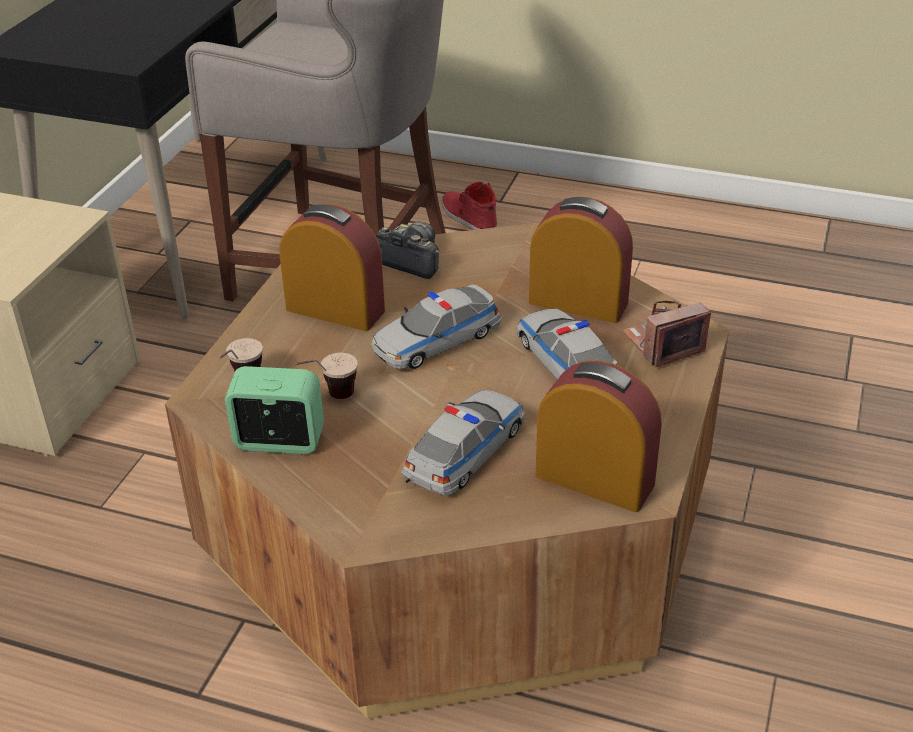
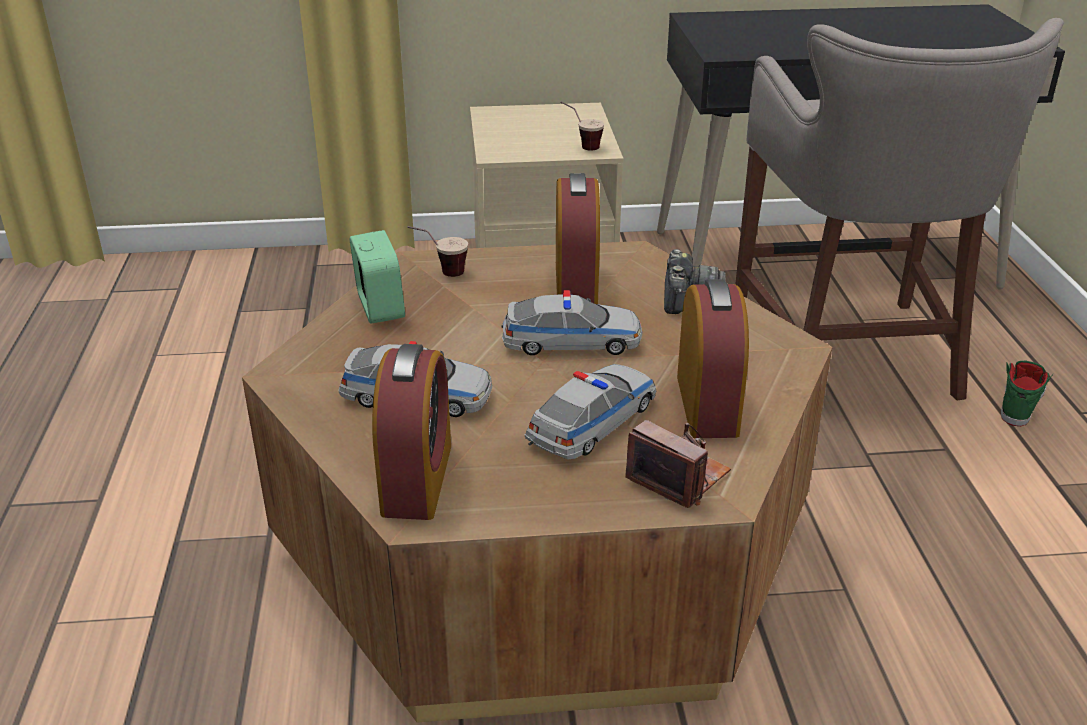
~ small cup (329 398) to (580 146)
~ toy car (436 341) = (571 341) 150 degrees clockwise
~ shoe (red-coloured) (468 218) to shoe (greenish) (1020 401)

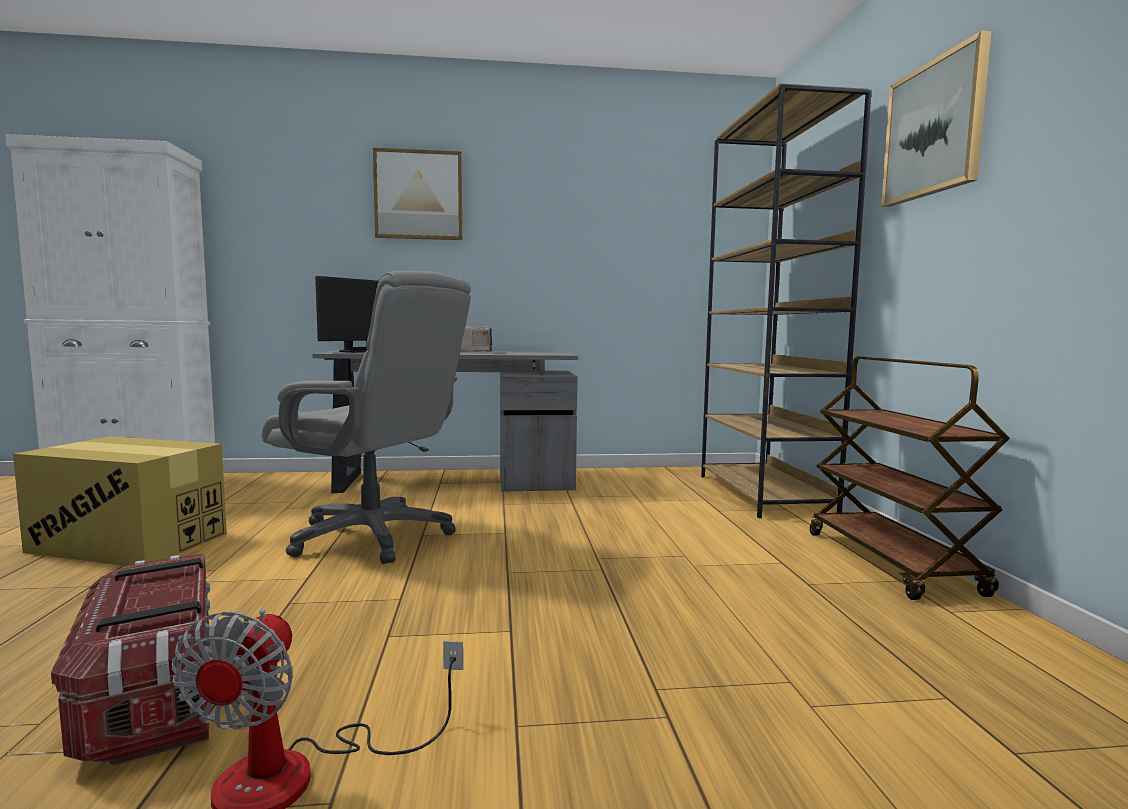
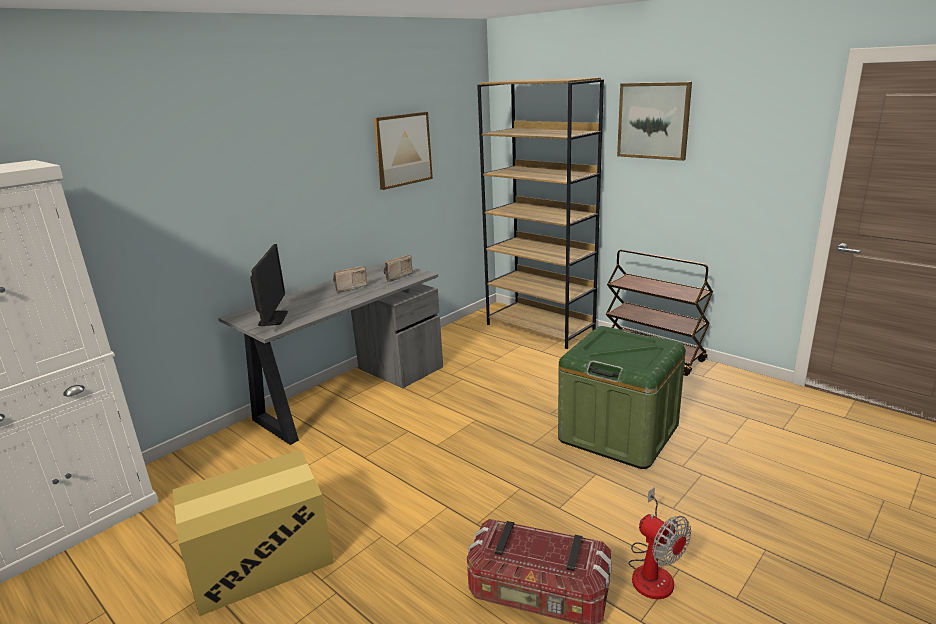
- computer chair (grey) (373 537)
~ wall picture (418 195) to (402 150)
+ radio receiver (396 277)
+ storage bin (greenish) (618 433)

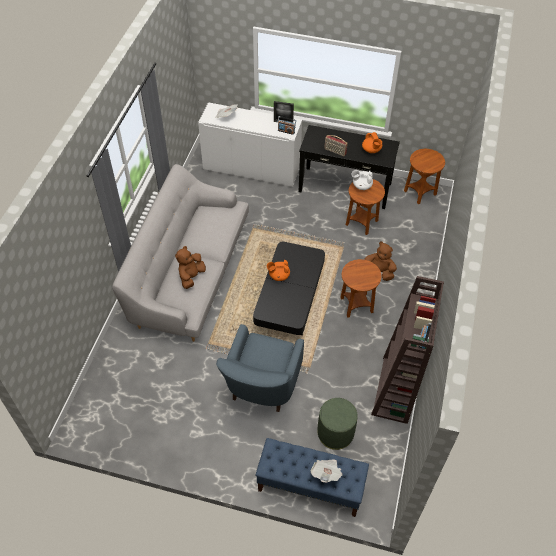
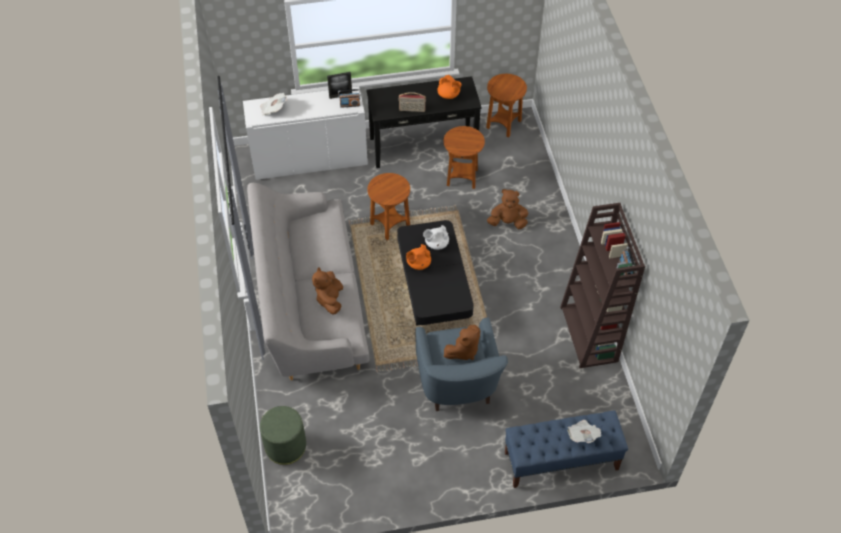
~ footrest (greenish) (335 433) to (285 446)
~ side table (brown-coloured) (356 305) to (390 225)
~ pot for tea (whitish) (361 186) to (436 244)
+ cuddly toy (brown-coloured) (463 351)

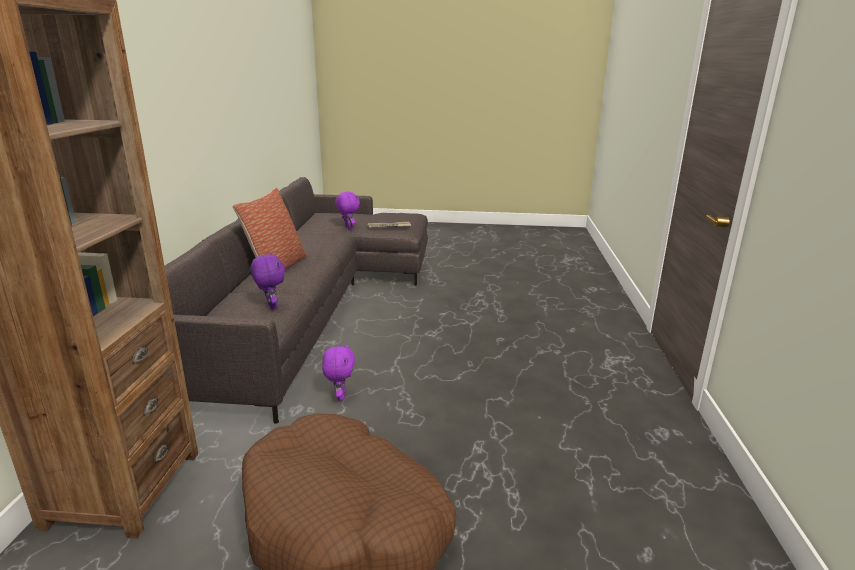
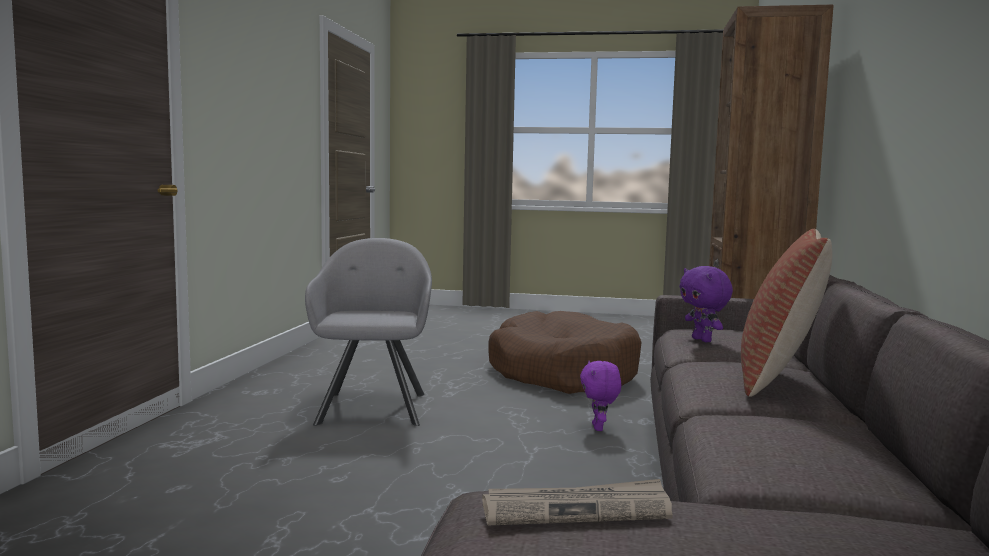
- cuddly toy (purple) (348 228)
+ easy chair (grey) (373 406)

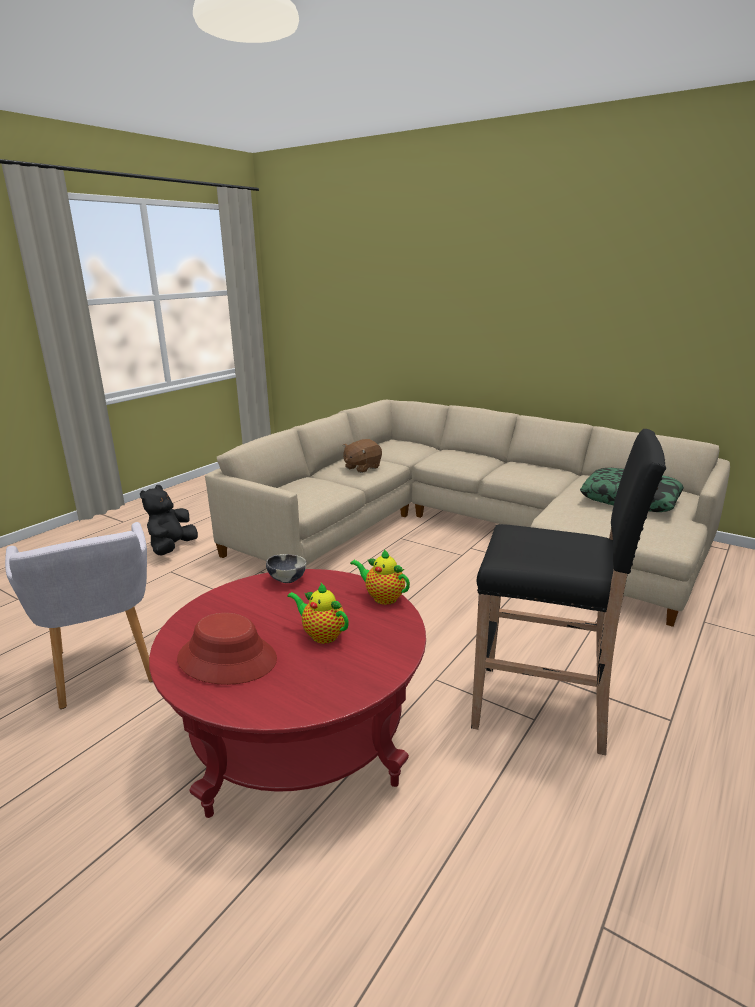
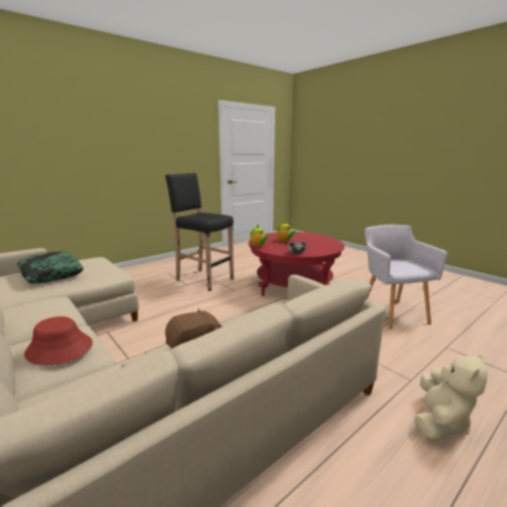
~ cuddly toy (black) (172 548) to cuddly toy (sand-coloured) (440 421)
~ hat (red-coloured) (227 659) to (59 349)

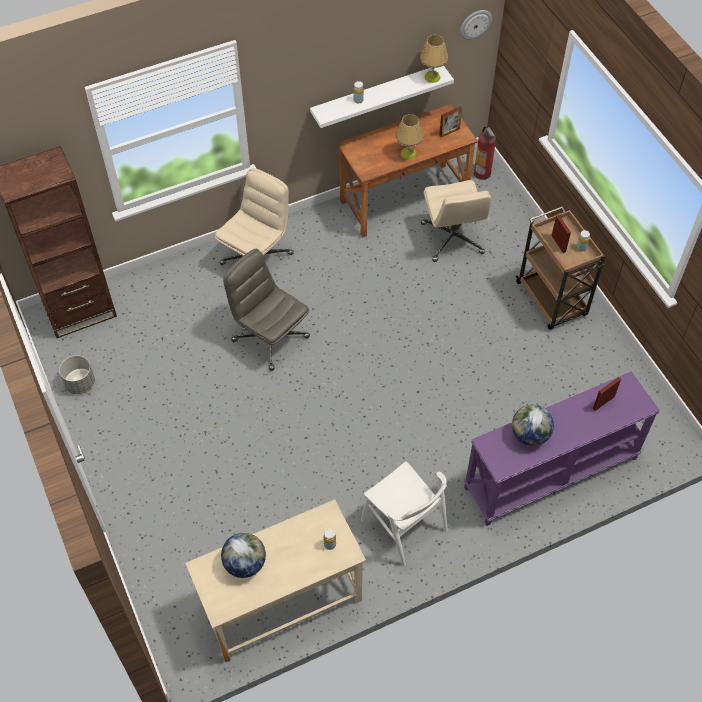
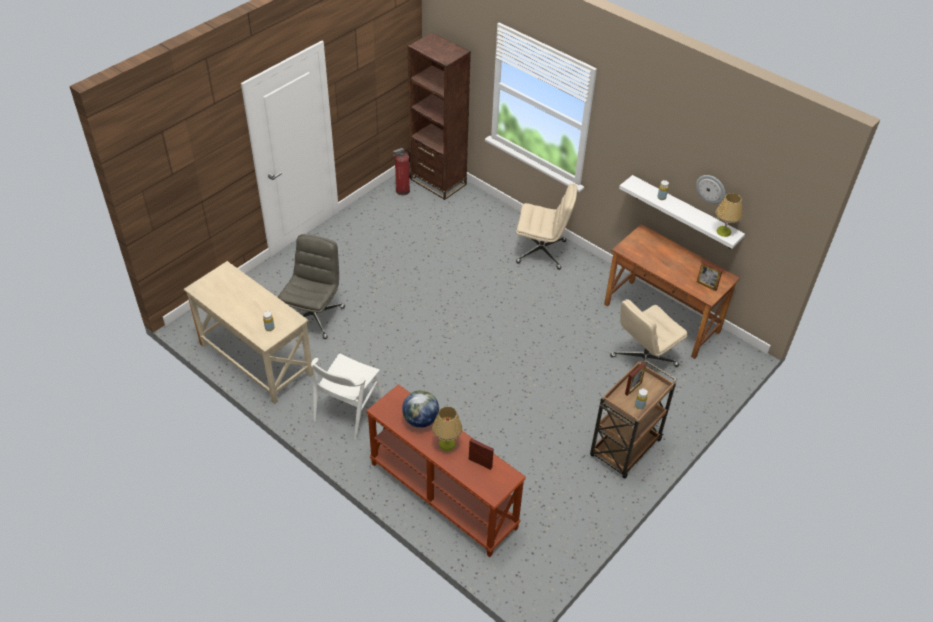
- plant pot (grey) (80 383)
- desk globe (245 563)
~ computer chair (grey) (269 338) to (314 317)
~ table lamp (408 153) to (447 444)
~ clock on the wall (475 24) to (711 189)
~ narrow table (purple) (551 474) to narrow table (brown-coloured) (442 496)
~ extinguisher (482 173) to (402 190)

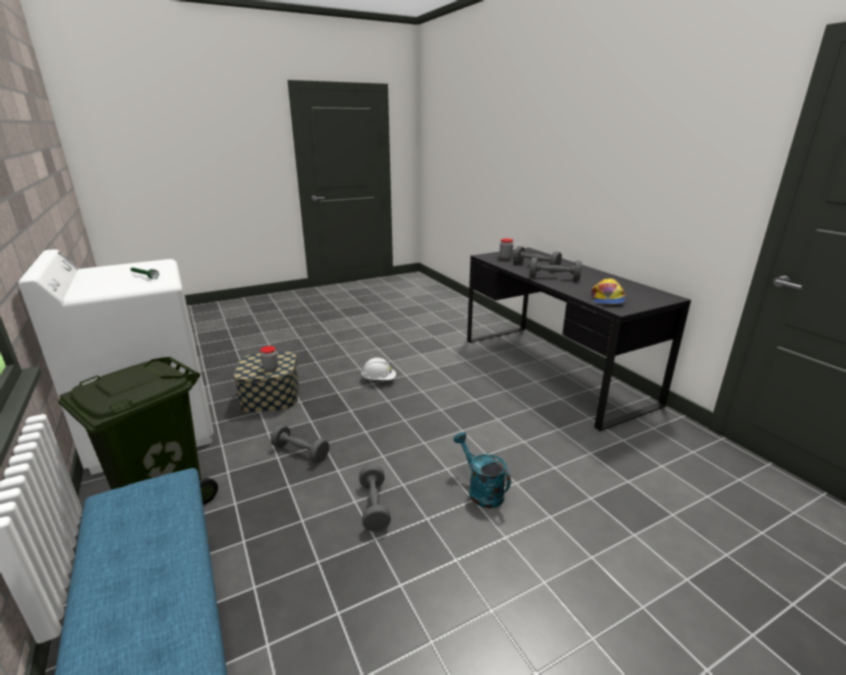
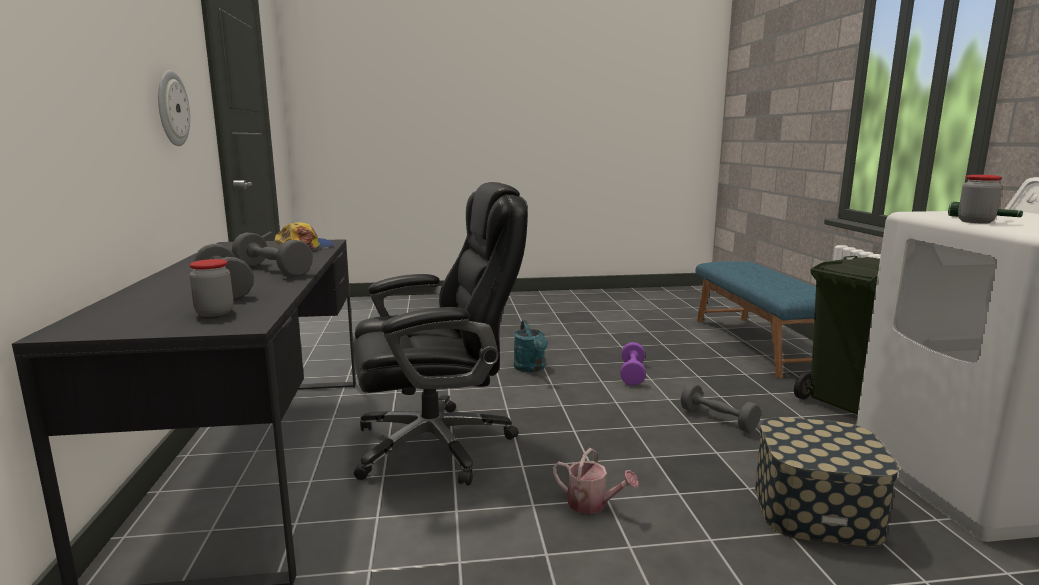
~ preserve jar (270 369) to (975 221)
~ free weight (grey) (374 506) to free weight (purple) (632 374)
~ safety helmet (whitish) (379 380) to watering pot (592 504)
+ clock on the wall (171 108)
+ computer chair (black) (437 444)

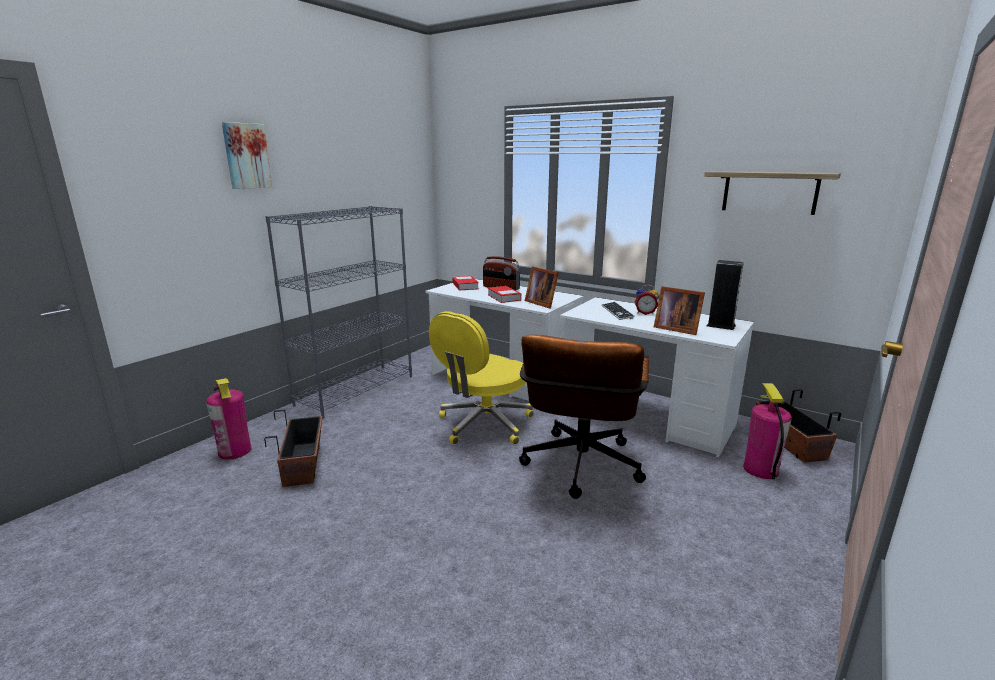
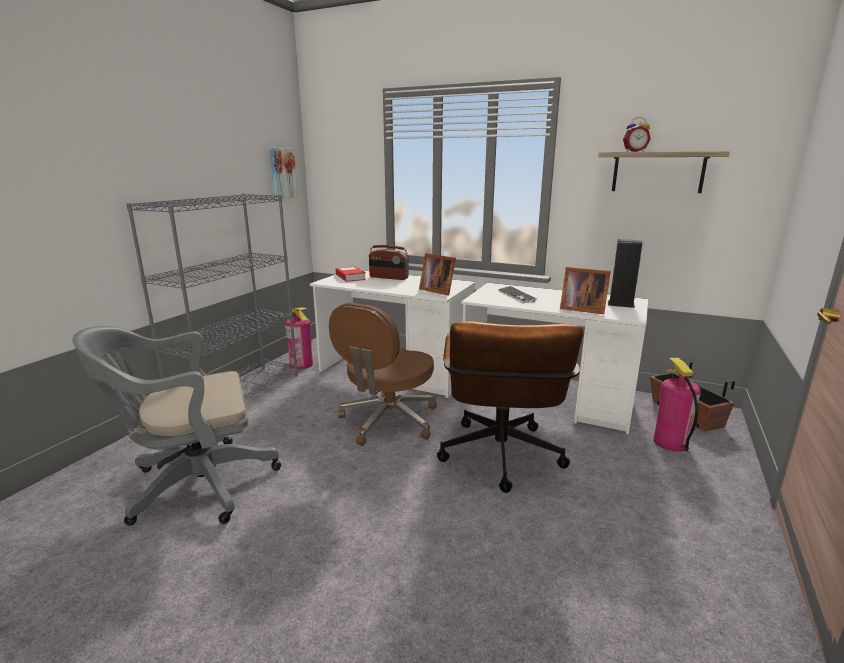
~ extinguisher (235 451) to (301 364)
~ wall picture (246 156) to (282 173)
~ plant pot (303 464) to computer chair (grey) (194 485)
~ computer chair (yellow-coloured) (484 424) to computer chair (brown-coloured) (388 421)
- volume (504 297)
~ table clock (645 313) to (634 151)

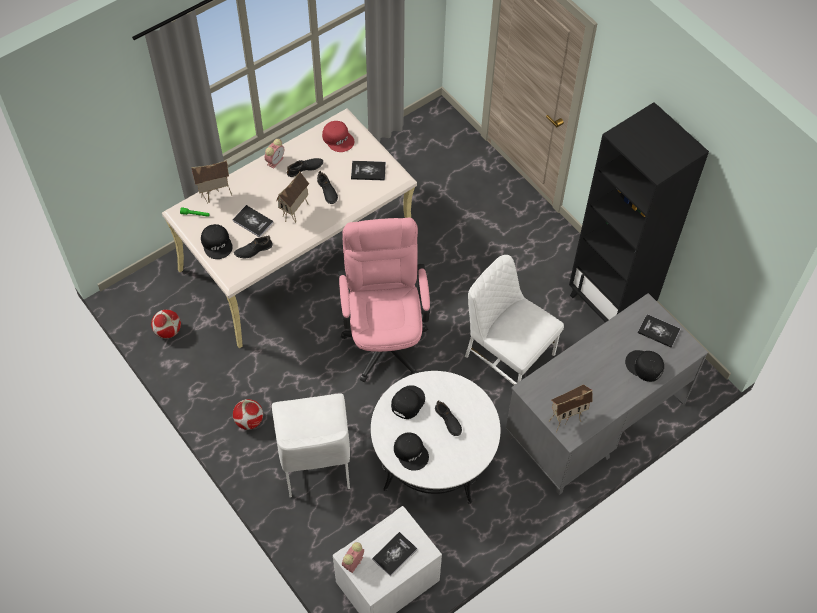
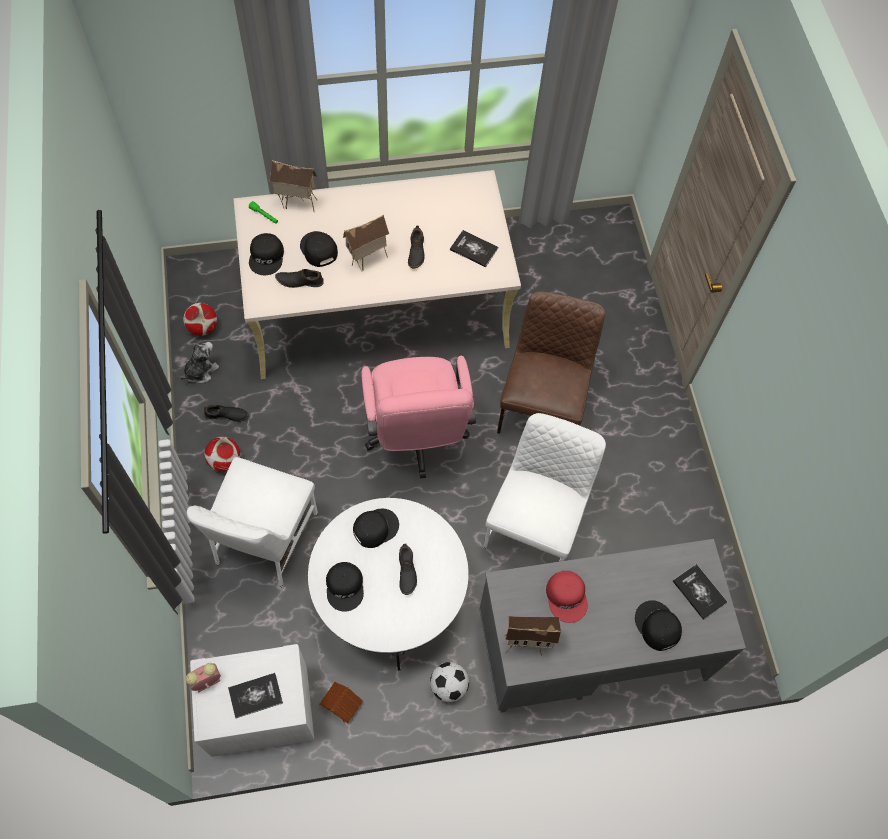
~ volume (253 221) to peaked cap (black) (318 250)
- table clock (275 160)
~ shoe (black) (305 169) to (227 415)
~ peaked cap (red-coloured) (338 138) to (567 597)
~ computer chair (pinkish) (385 336) = (416 438) 150 degrees clockwise
~ upright chair (whitish) (507 355) = (535 524) 45 degrees clockwise
- bookcase (black) (610 303)
+ cuddly toy (200 371)
+ toy house (341 704)
+ football ball (448 686)
+ upright chair (brown-coloured) (542 406)

